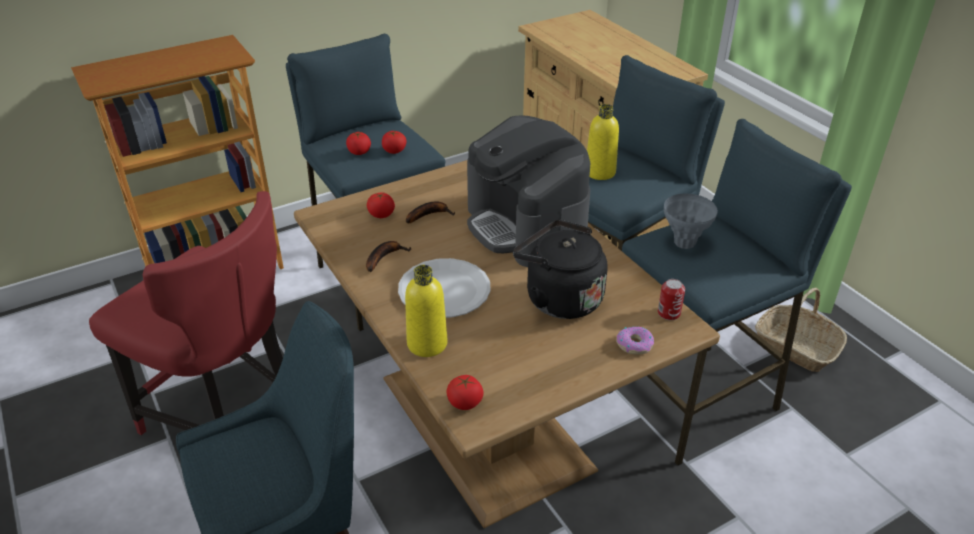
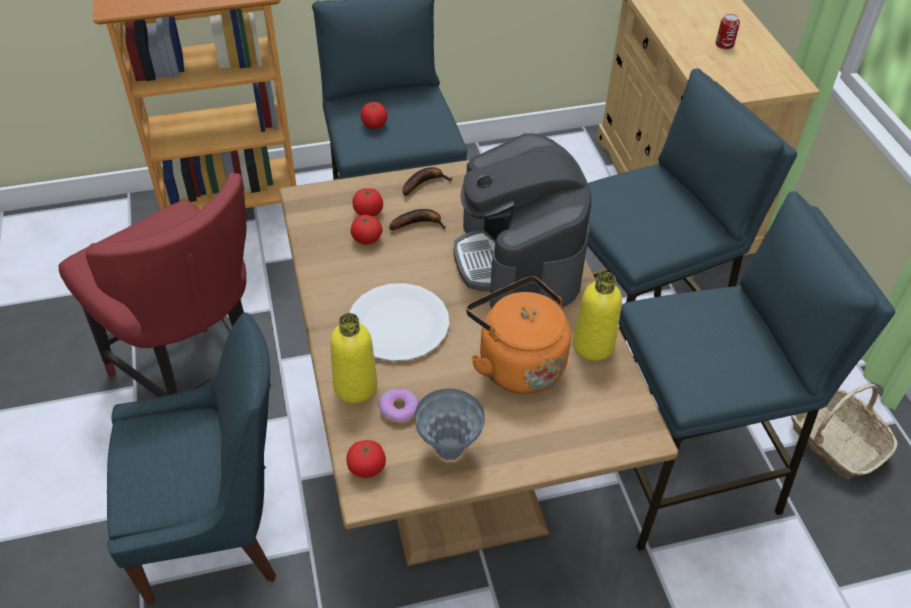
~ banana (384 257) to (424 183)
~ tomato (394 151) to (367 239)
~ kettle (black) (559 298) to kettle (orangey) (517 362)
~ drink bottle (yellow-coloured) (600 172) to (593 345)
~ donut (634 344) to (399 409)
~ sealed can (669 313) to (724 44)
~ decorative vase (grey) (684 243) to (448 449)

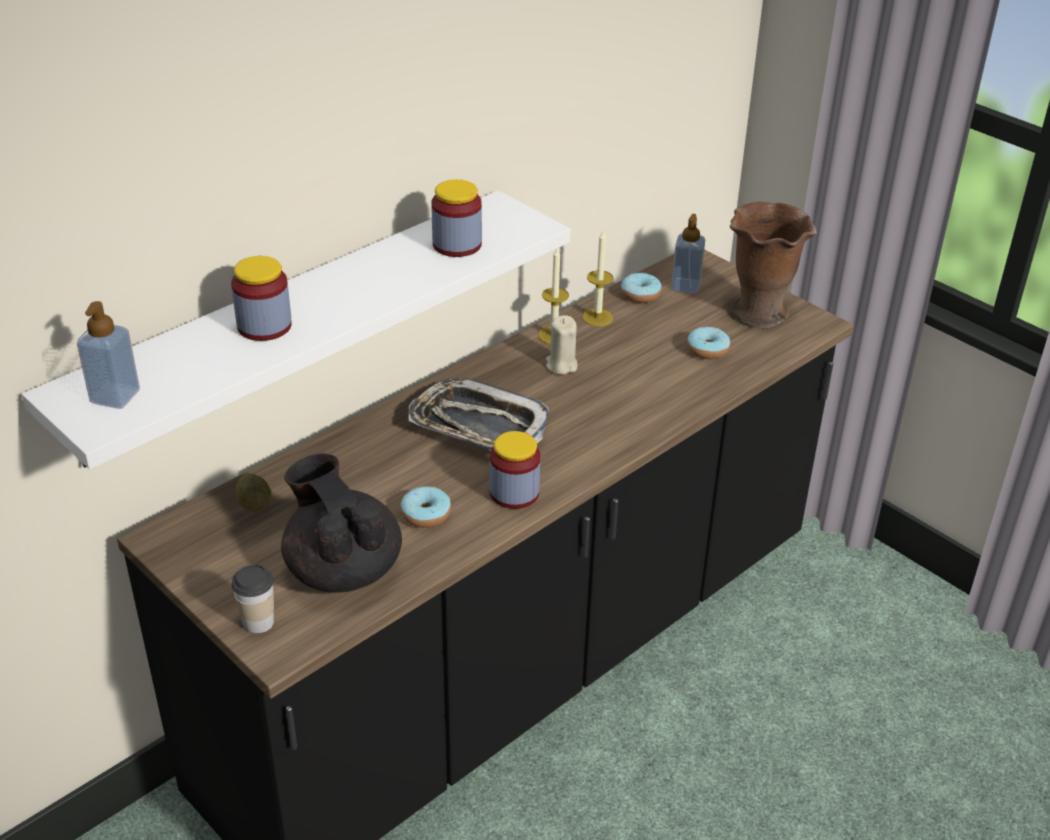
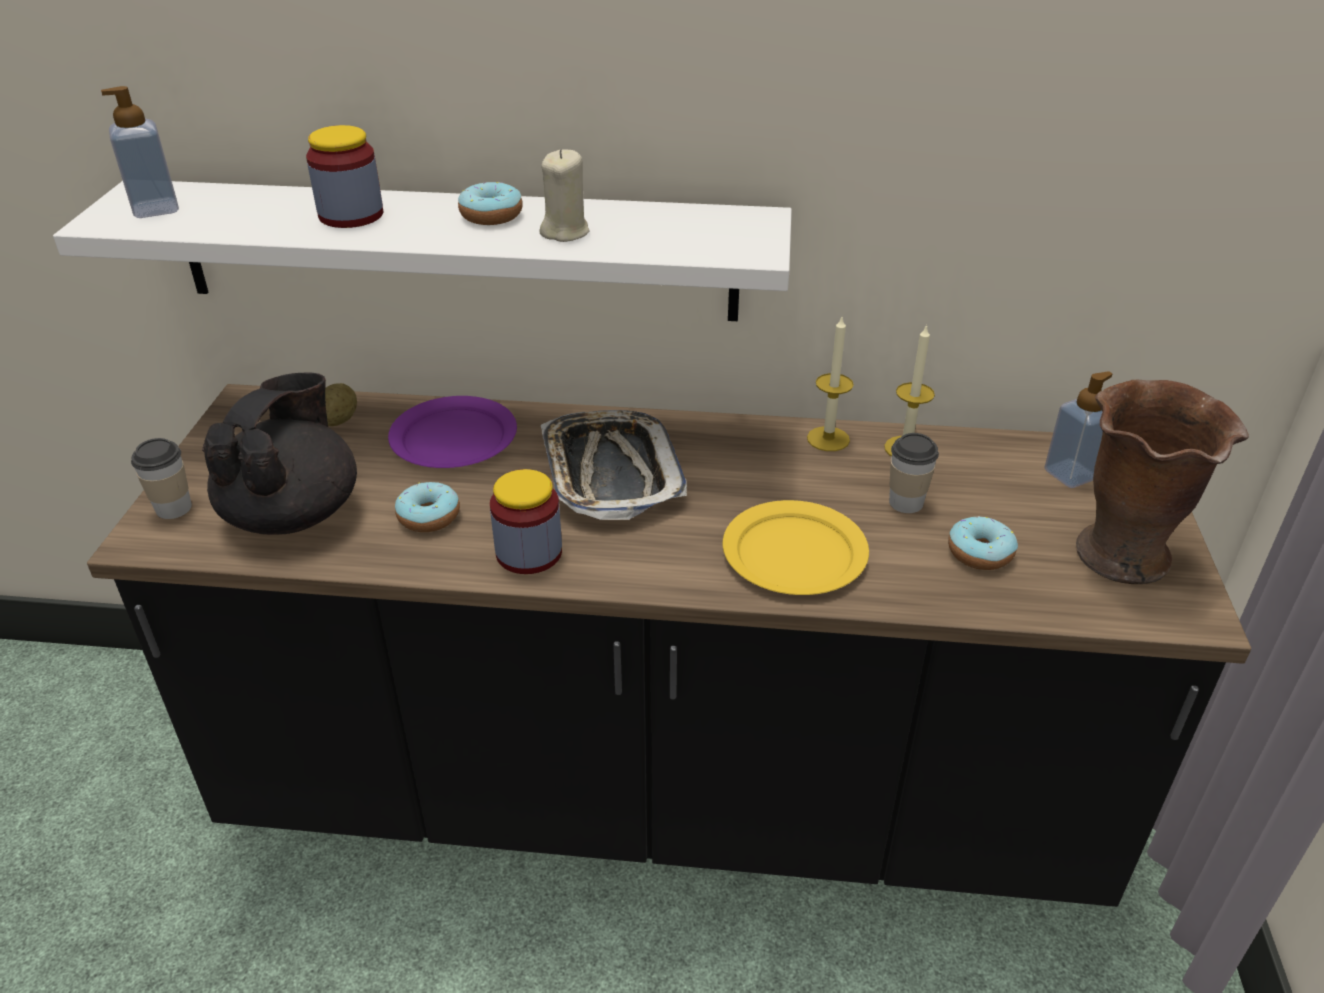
- preserve jar (457 245)
~ wax light (sand-coloured) (561 365) to (565 232)
~ donut (640 295) to (491 215)
+ flat dish (purple) (452 437)
+ flat dish (yellow-coloured) (794 554)
+ small cup (906 502)

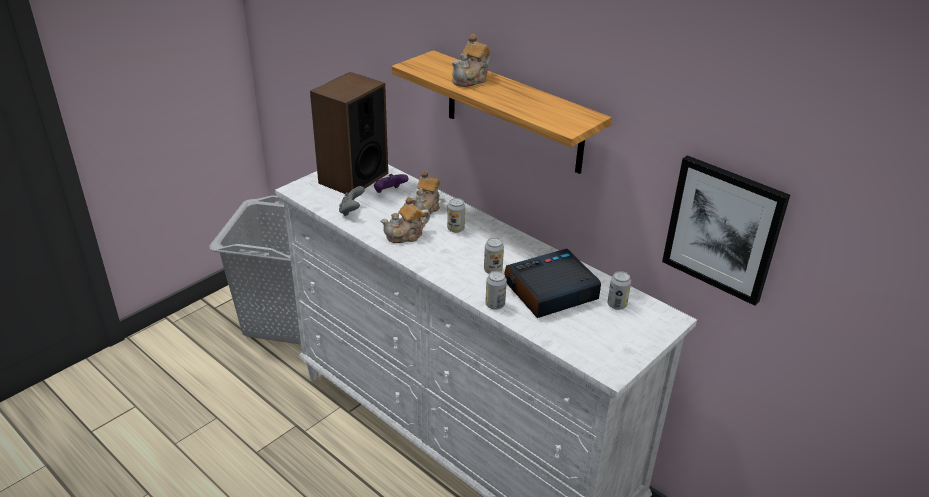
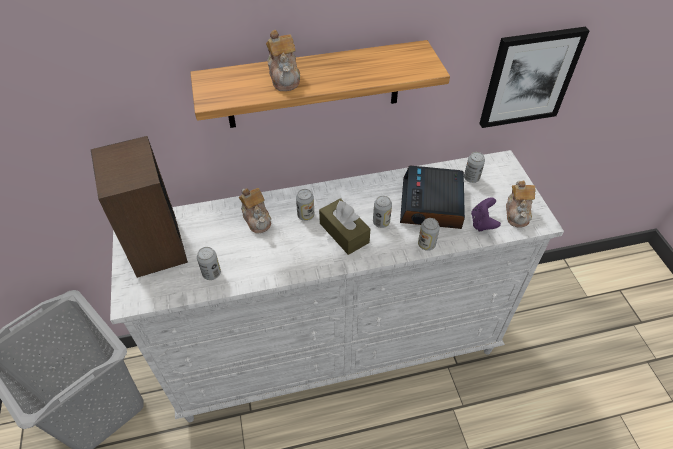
~ game controller (grey) (351 211) to sealed can (211 273)
~ game controller (purple) (389 192) to (482 223)
~ pot for tea (406 235) to (517 213)
+ tissue holder (brown-coloured) (344 233)

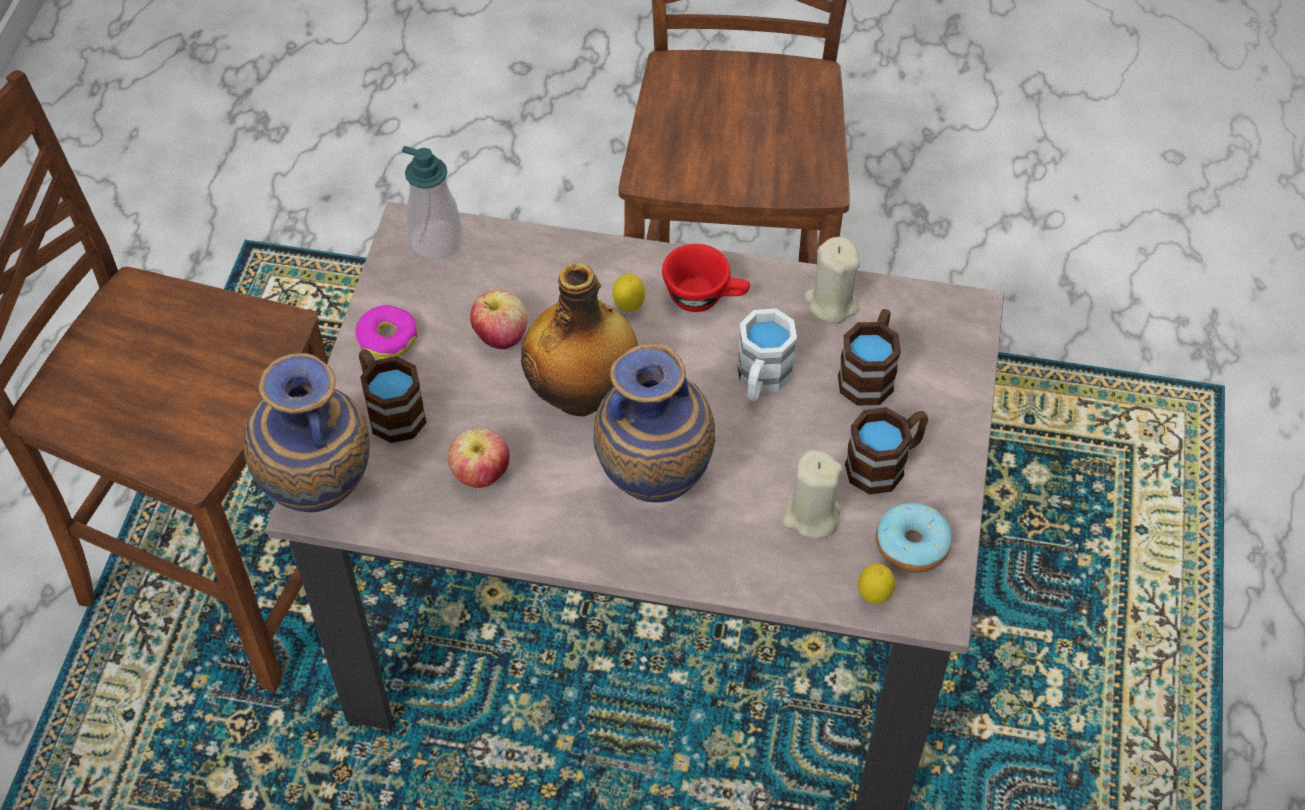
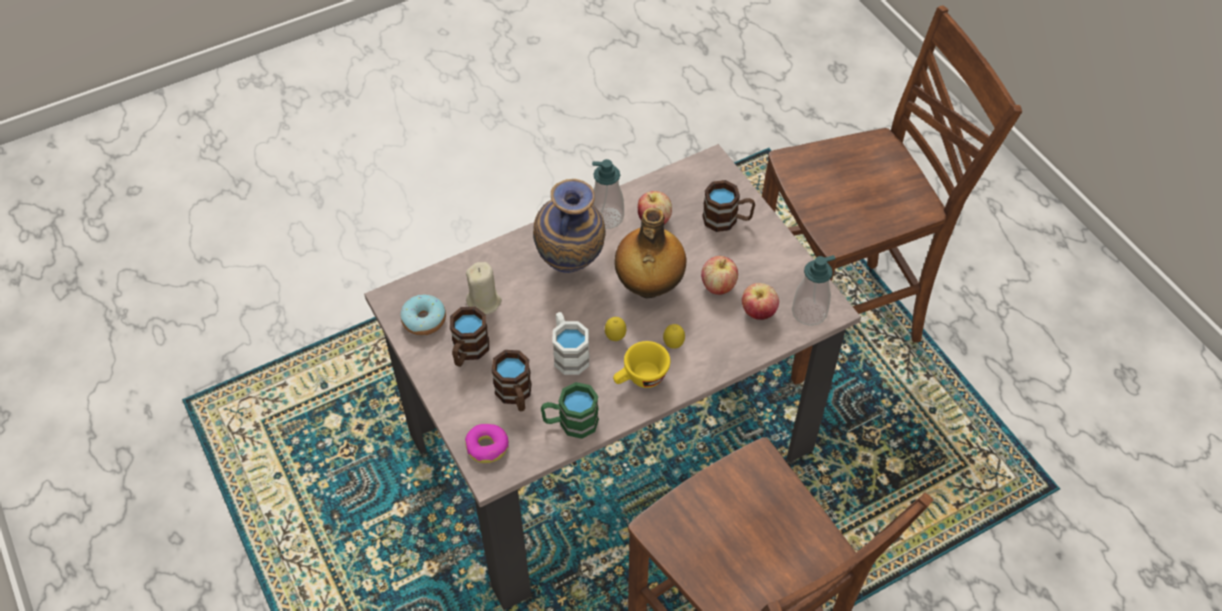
- decorative vase (323 497)
~ donut (387 339) to (487 447)
~ small cup (red-coloured) (705 297) to small cup (yellow-coloured) (640 379)
~ wax light (sand-coloured) (831 304) to mug (greenish) (570 422)
~ whole lemon (873 597) to (615 337)
+ liquid soap bottle (607 217)
+ apple (758 312)

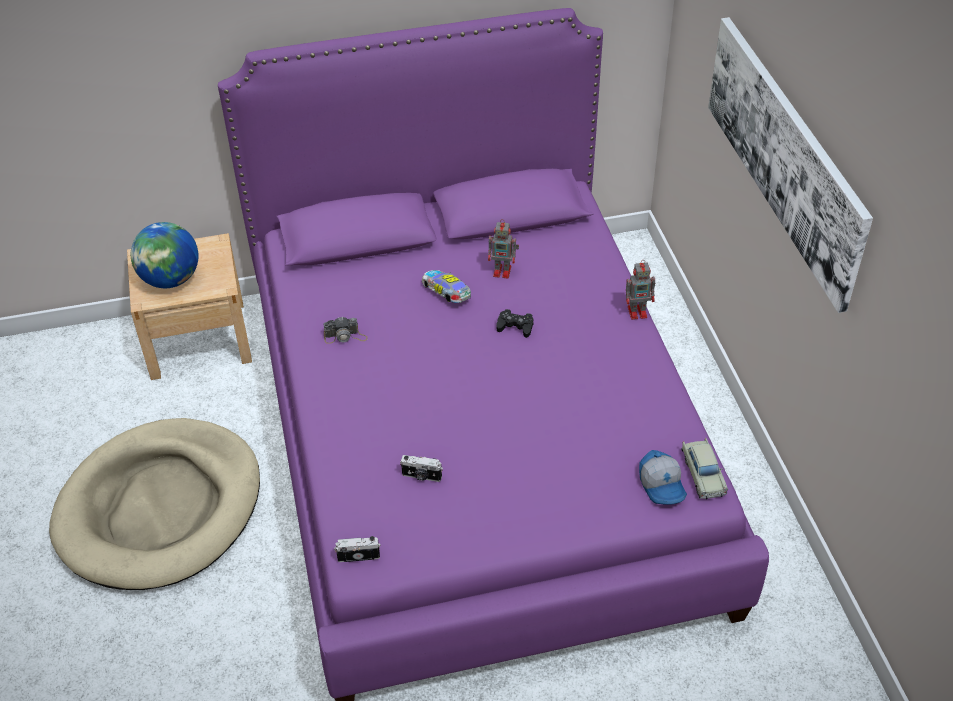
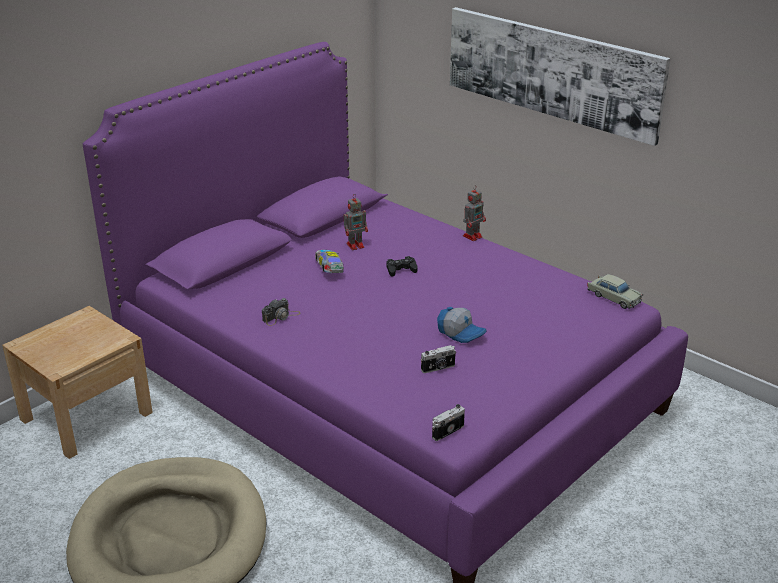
- desk globe (171 279)
~ toy car (447 293) = (330 269) 60 degrees clockwise
~ peaked cap (662 485) to (461 332)

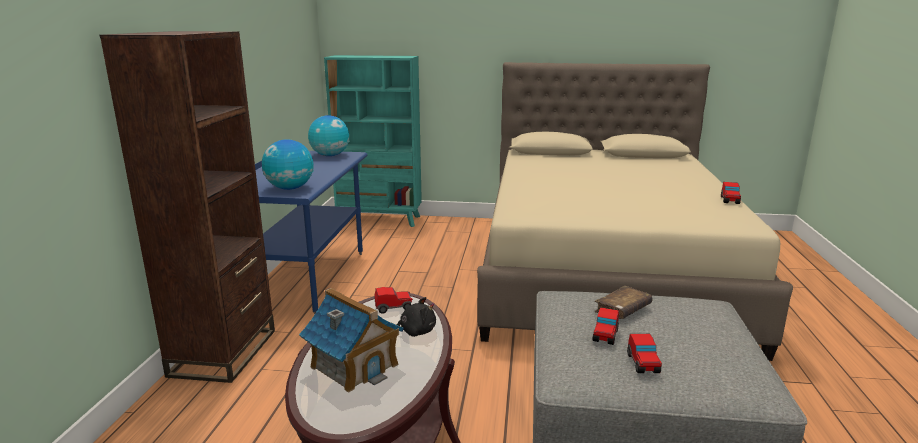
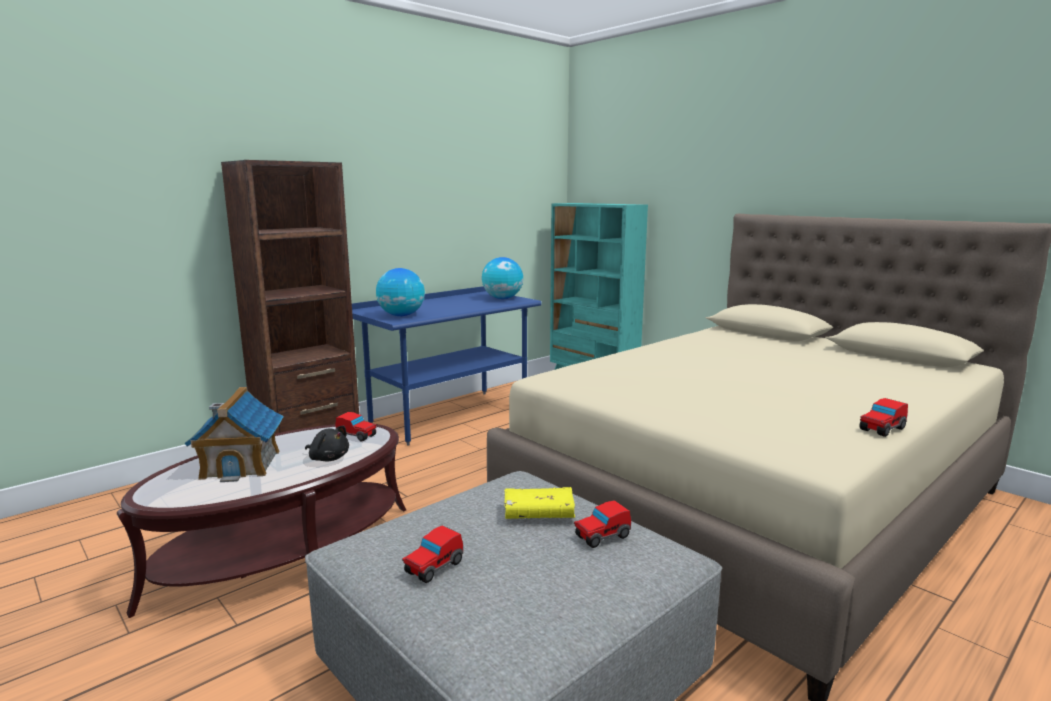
~ toy car (605 335) to (602 537)
~ volume (brown-coloured) (622 309) to volume (yellow-coloured) (538 513)

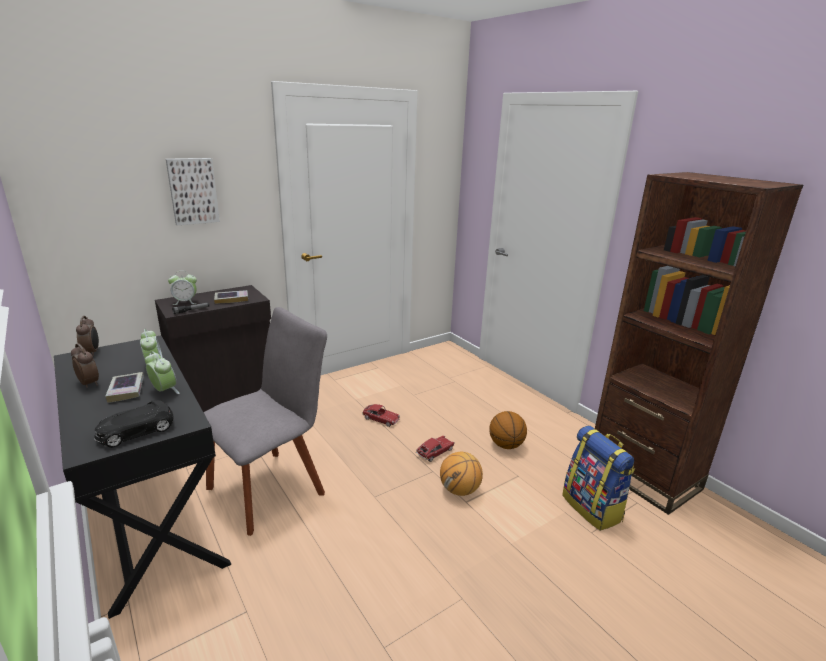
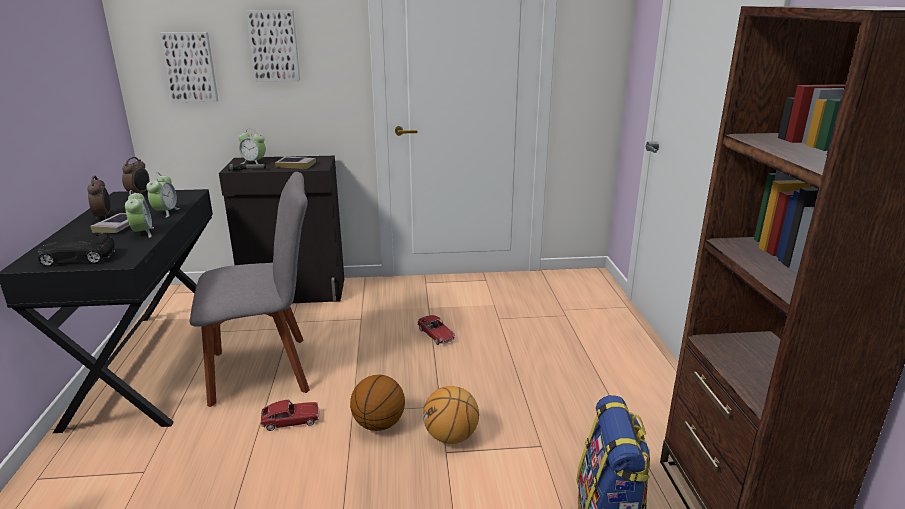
~ toy car (435 452) to (291 421)
~ basketball ball (506 445) to (378 424)
+ wall picture (190 67)

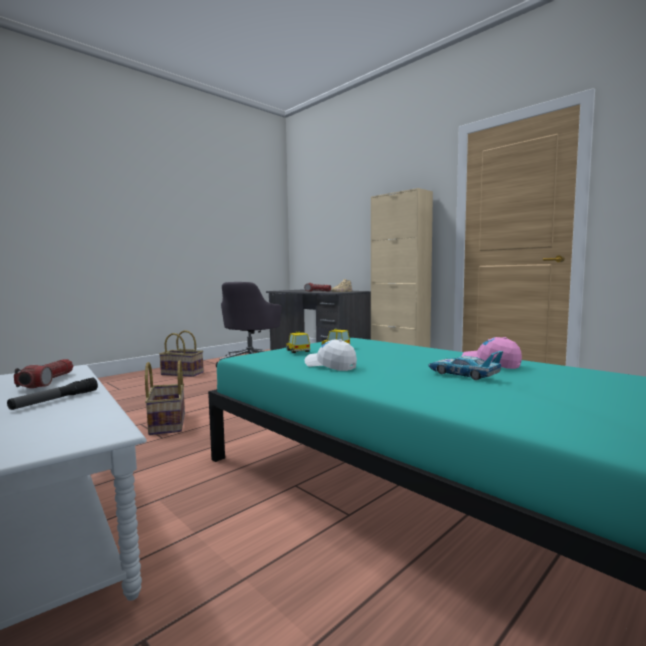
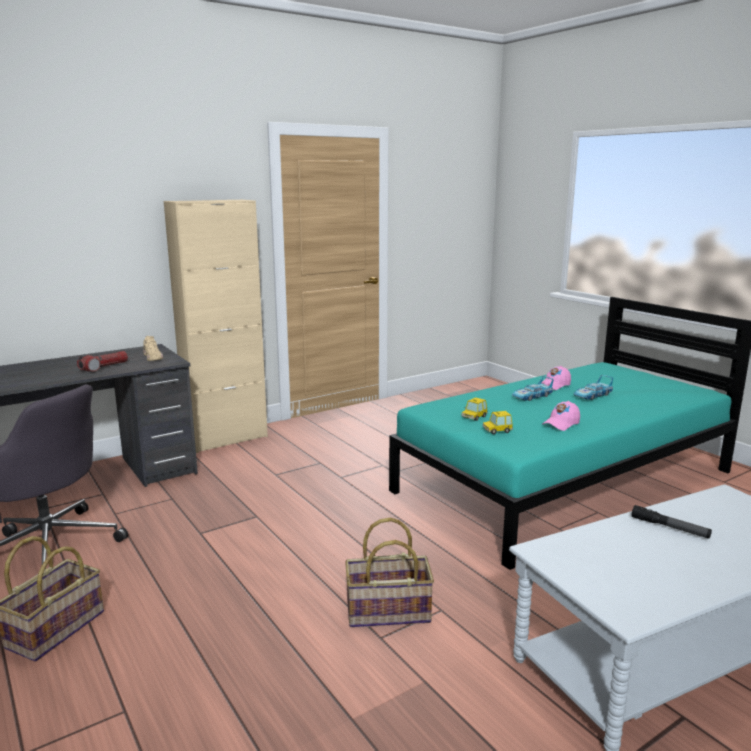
- hand torch (48 381)
~ peaked cap (whitish) (330 366) to peaked cap (pinkish) (561 424)
+ toy car (532 396)

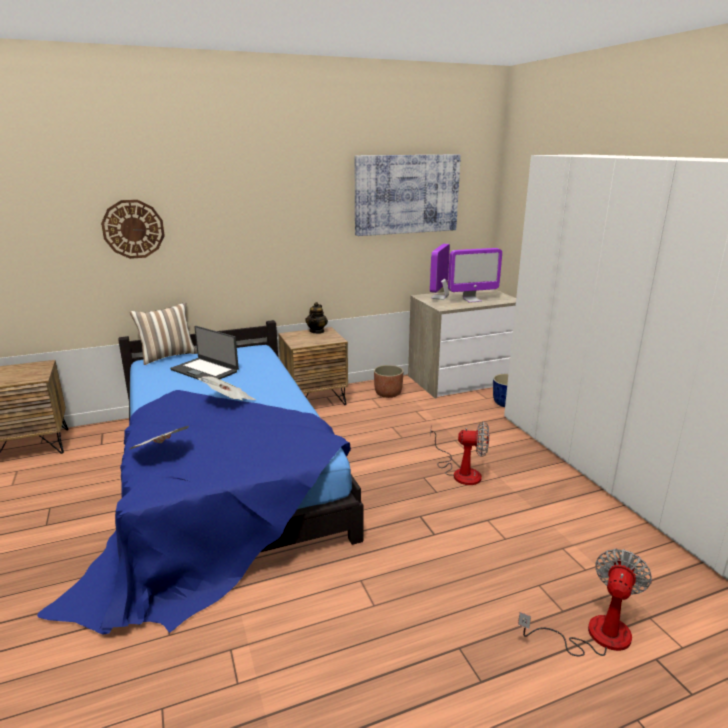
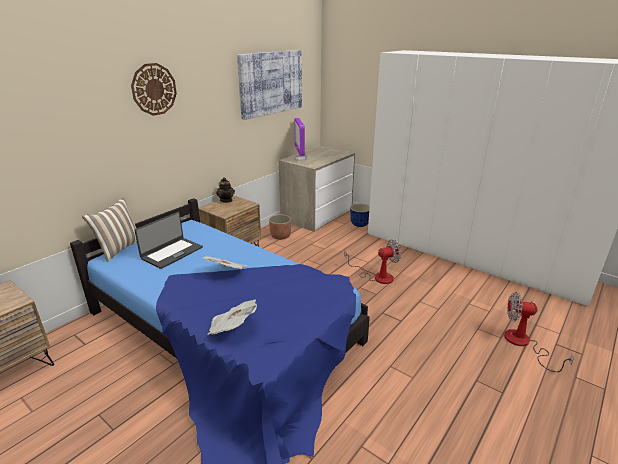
~ clock on the wall (133 229) to (154 89)
~ notebook computer (205 370) = (171 253) 60 degrees counterclockwise
- monitor (472 300)
~ electric fan (594 635) = (524 344) 75 degrees counterclockwise

